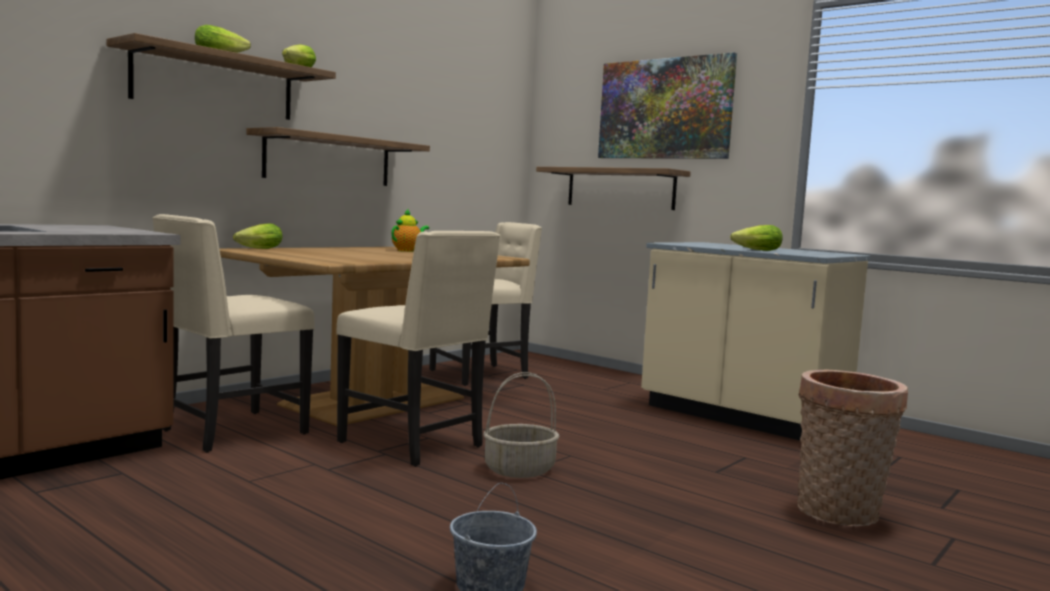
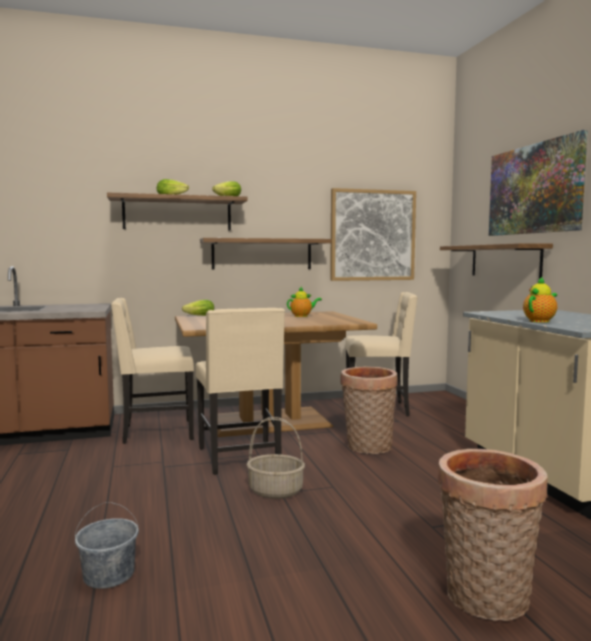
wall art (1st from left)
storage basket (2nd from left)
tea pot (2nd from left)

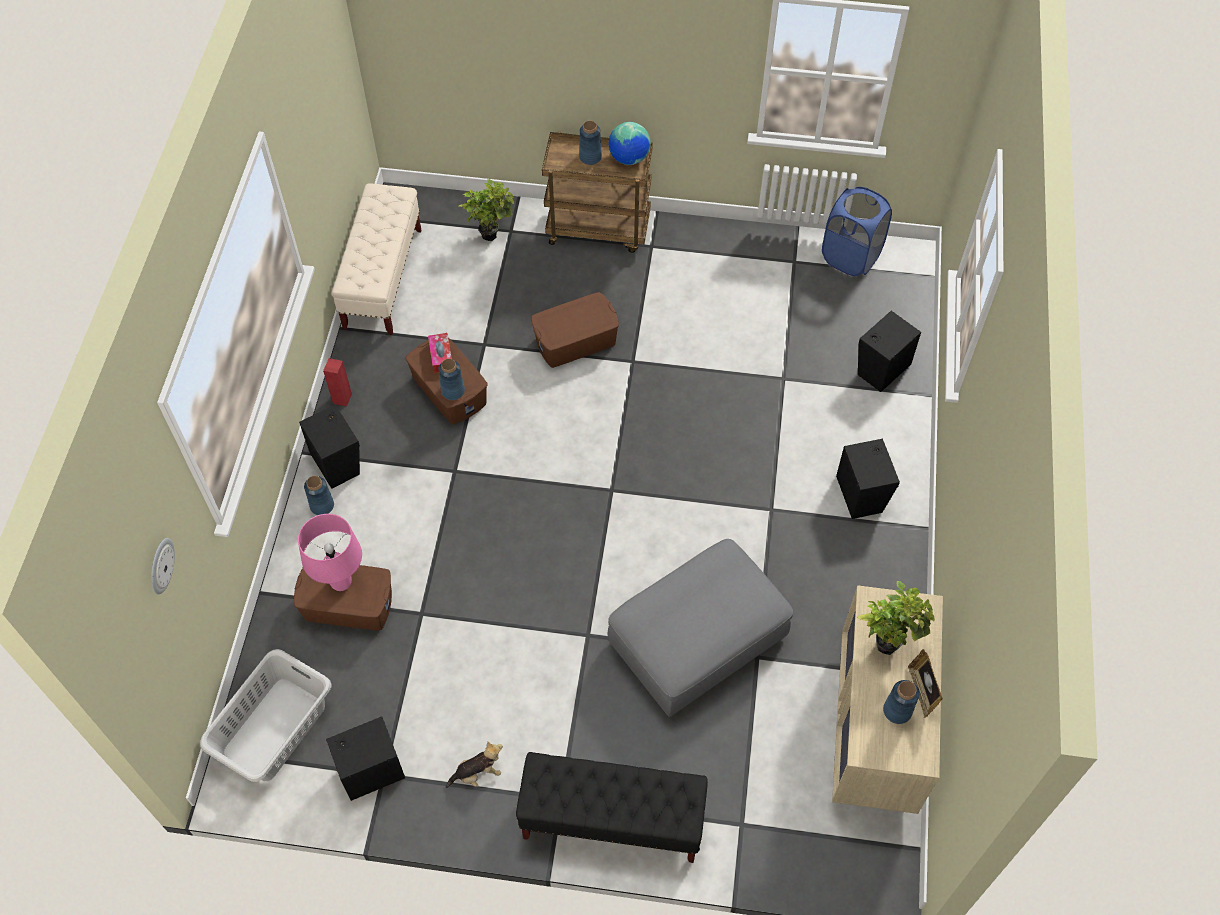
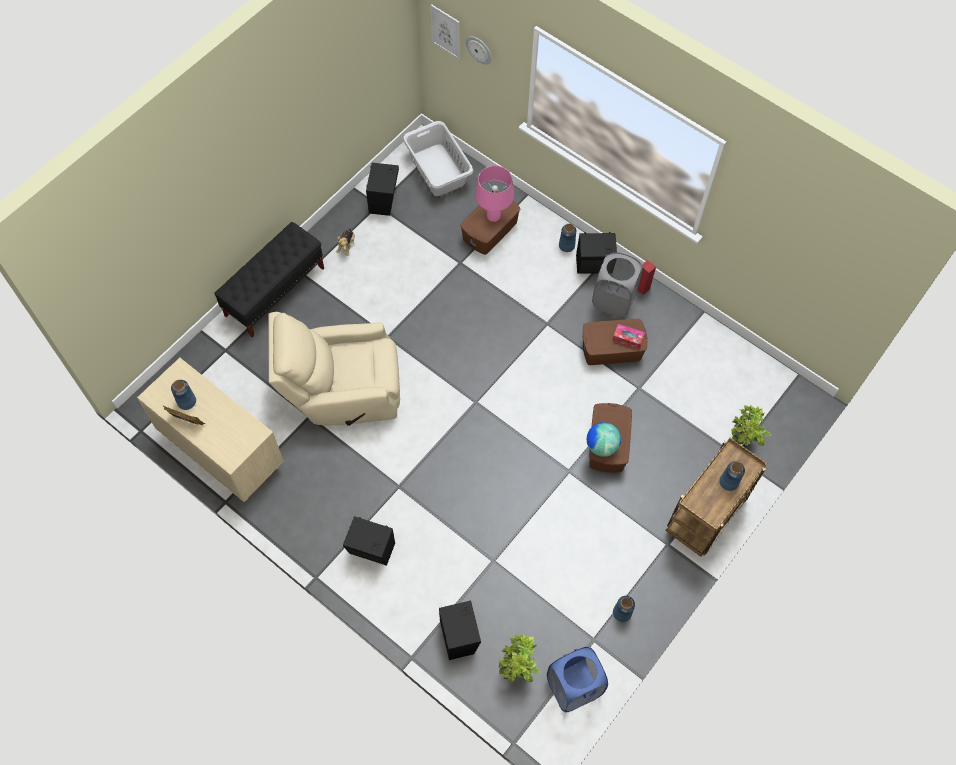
beige-coloured armchair
wall art
houseplant (1st from left)
desk globe
greyish washing basket (2nd from left)
bluish flower vase (3rd from left)
beige-coloured bench

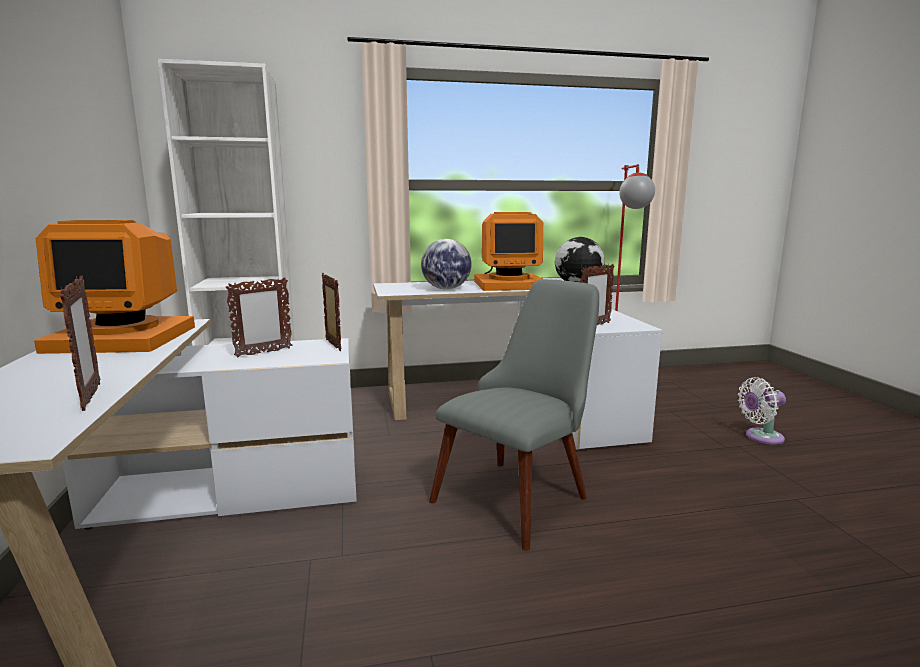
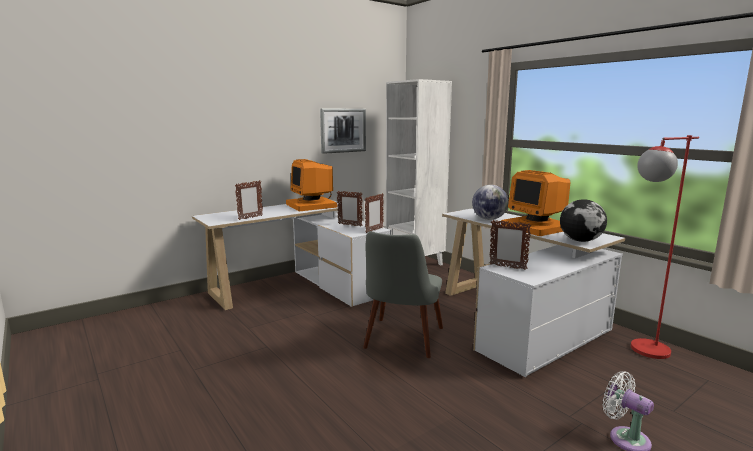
wall art
greyish chair

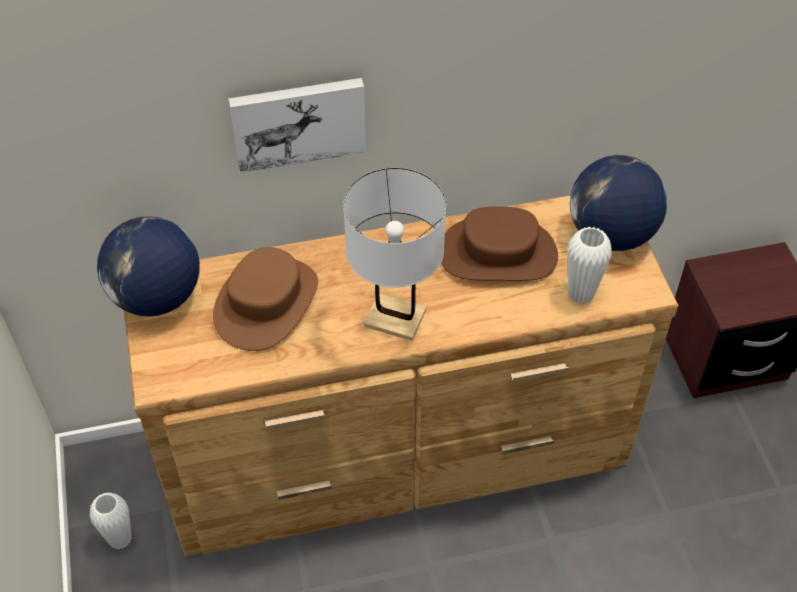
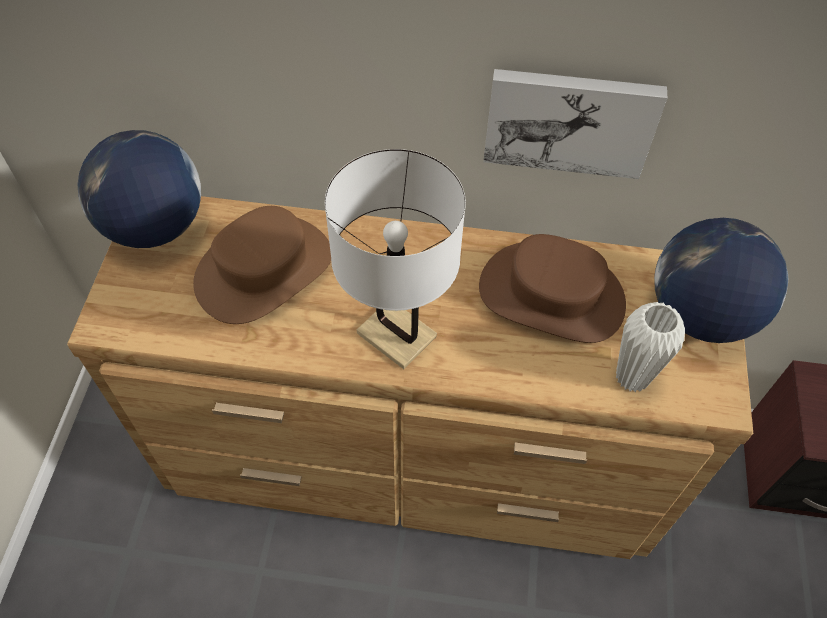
wall art
white-coloured flower vase (1st from left in the first image)

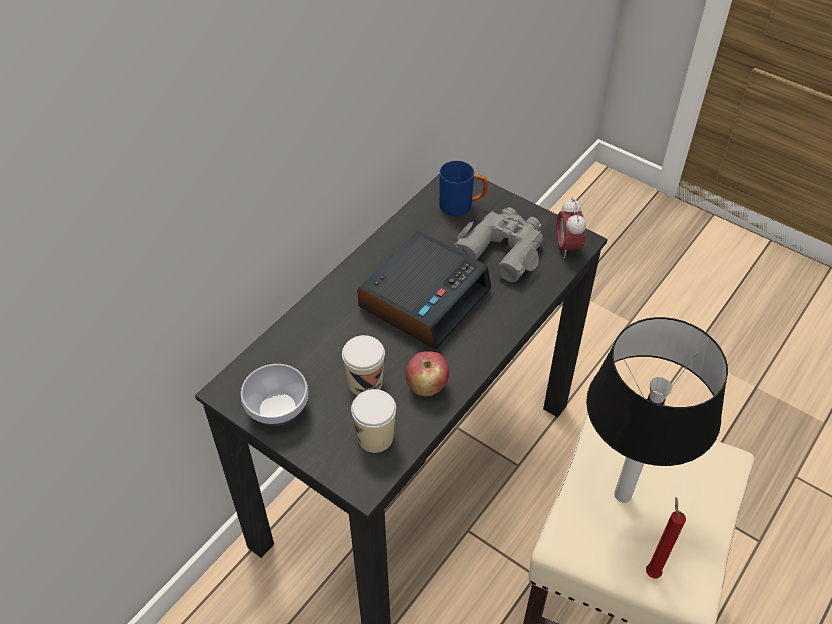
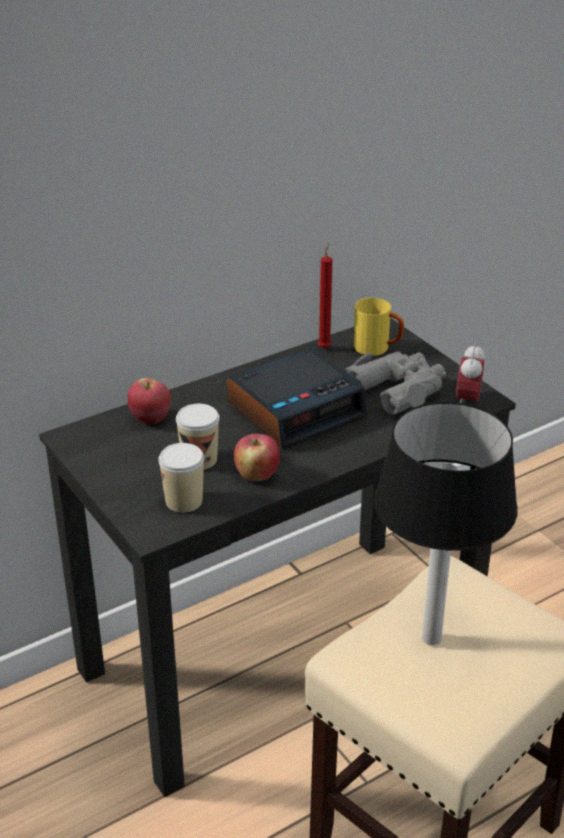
whole apple (1st from left)
red-coloured wax candle
yellow coffee mug
bowl

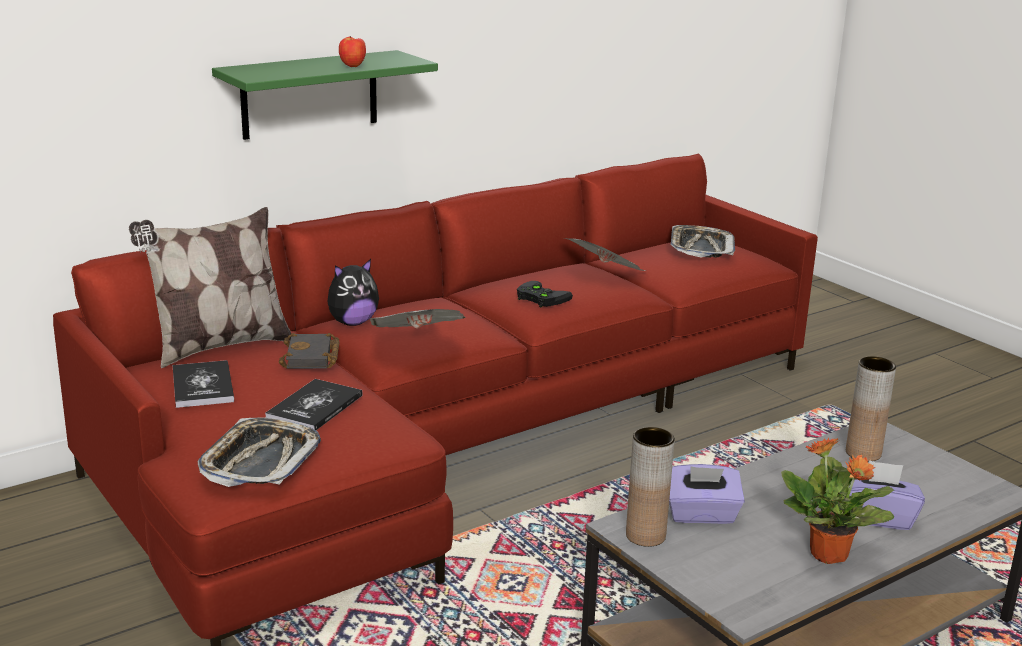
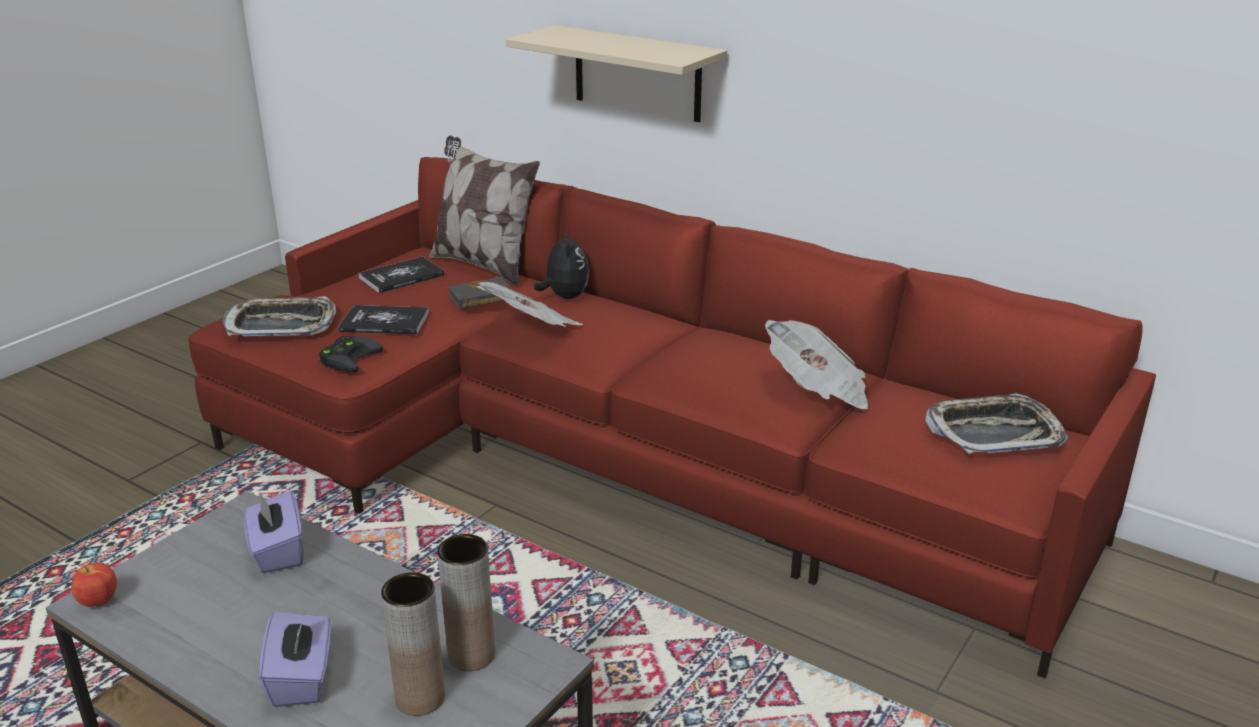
whole apple
blackish game controller
brown flower vase (1st from left)
beige-coloured bracket shelf
soft toy
houseplant

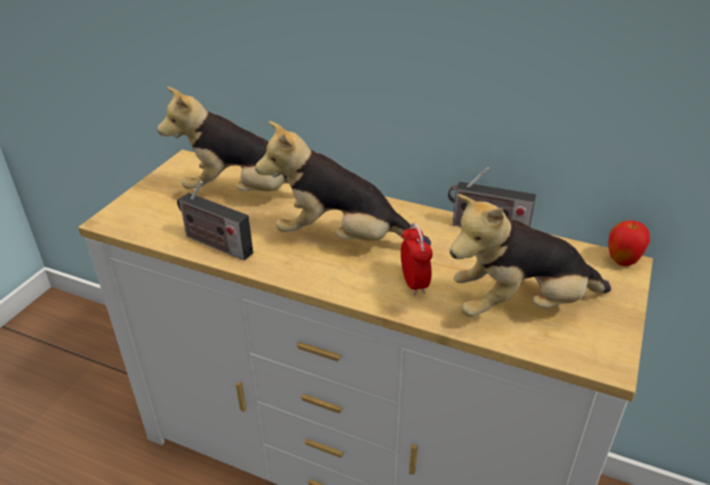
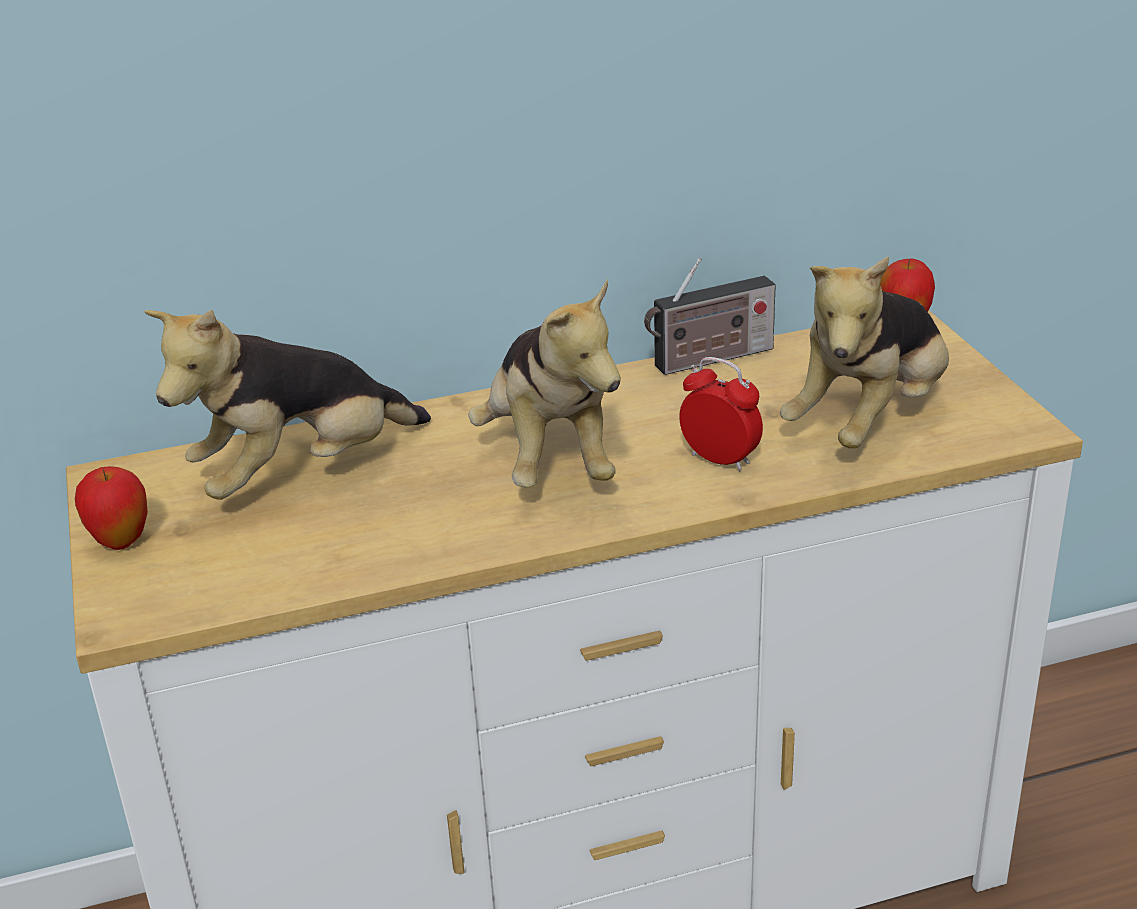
whole apple (1st from left)
soft toy (2nd from left)
radio set (1st from left in the first image)

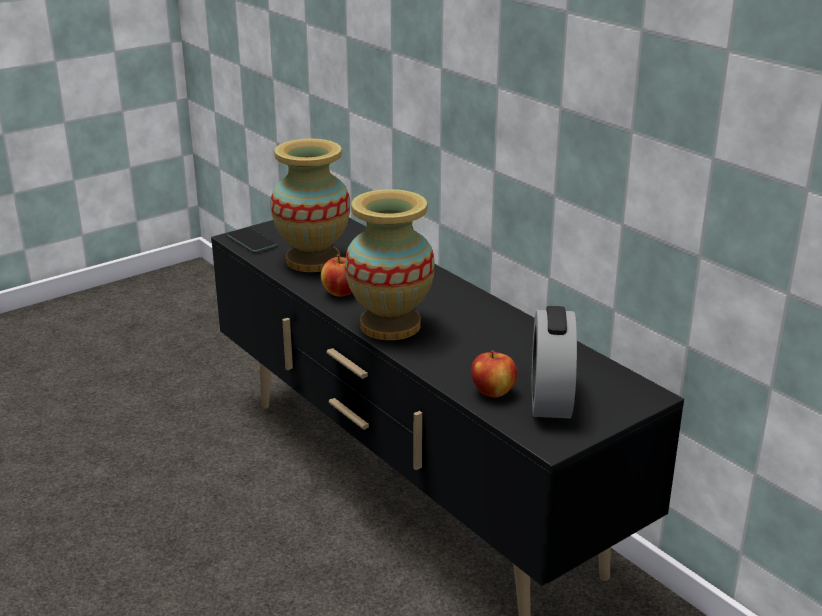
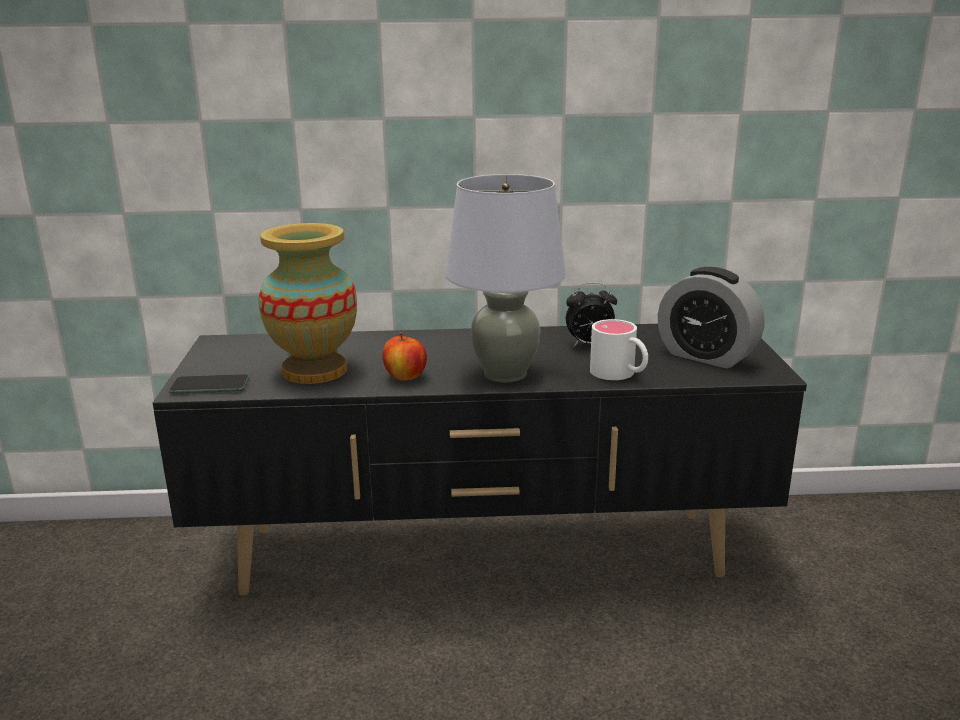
greyish tabletop lamp
table clock (1st from left)
white-coloured coffee mug
whole apple (2nd from left in the first image)

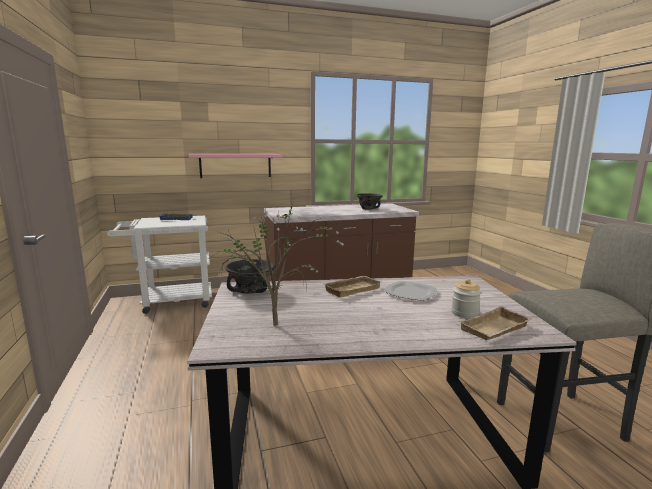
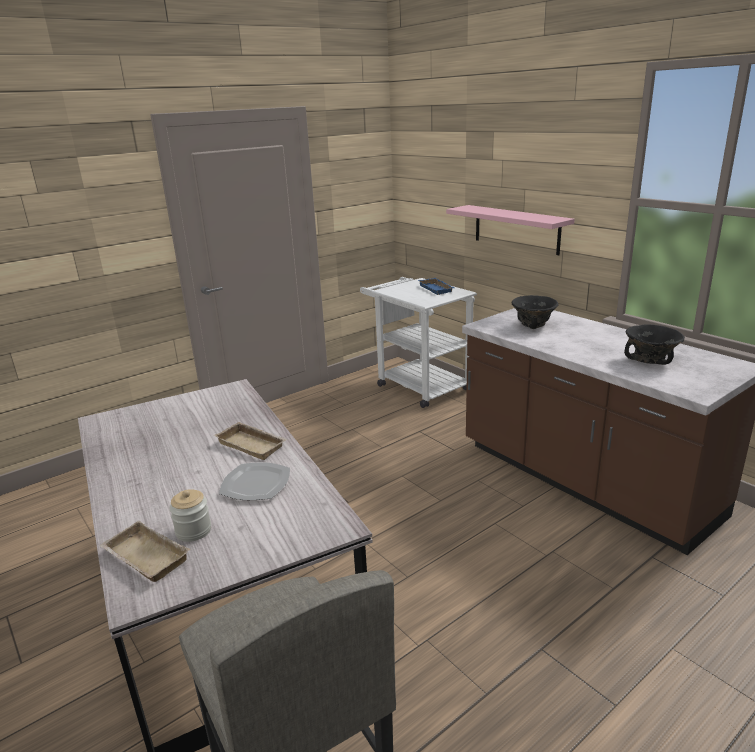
blackish bowl (1st from left)
houseplant

